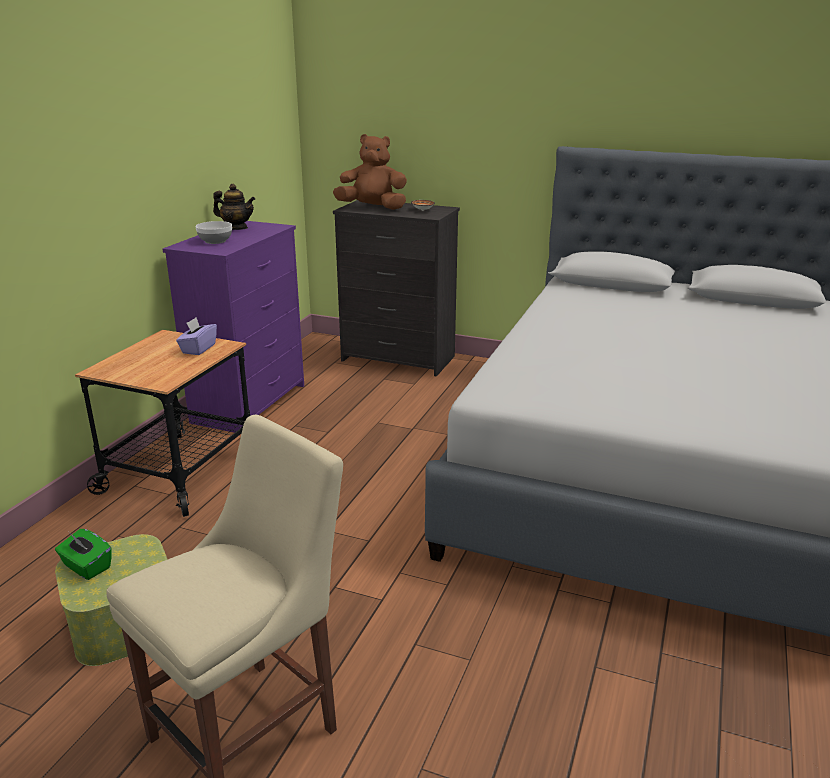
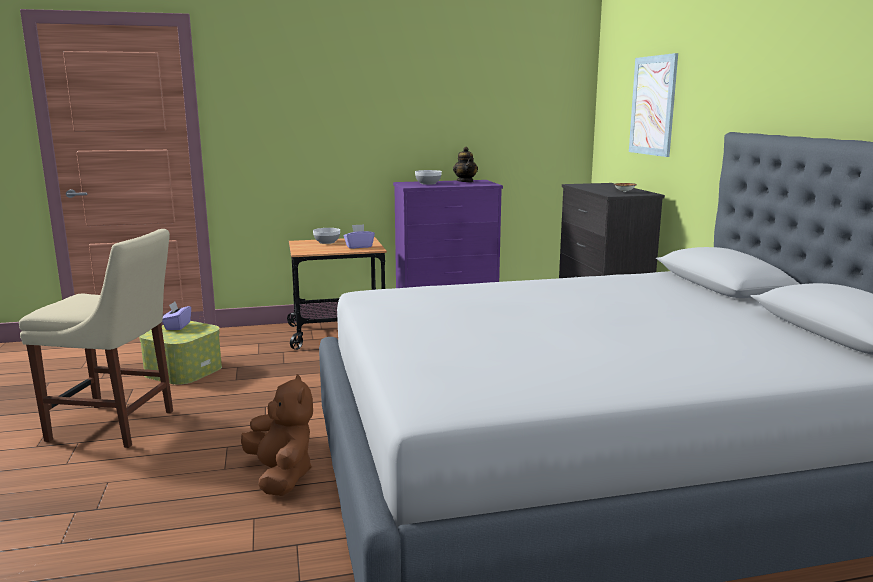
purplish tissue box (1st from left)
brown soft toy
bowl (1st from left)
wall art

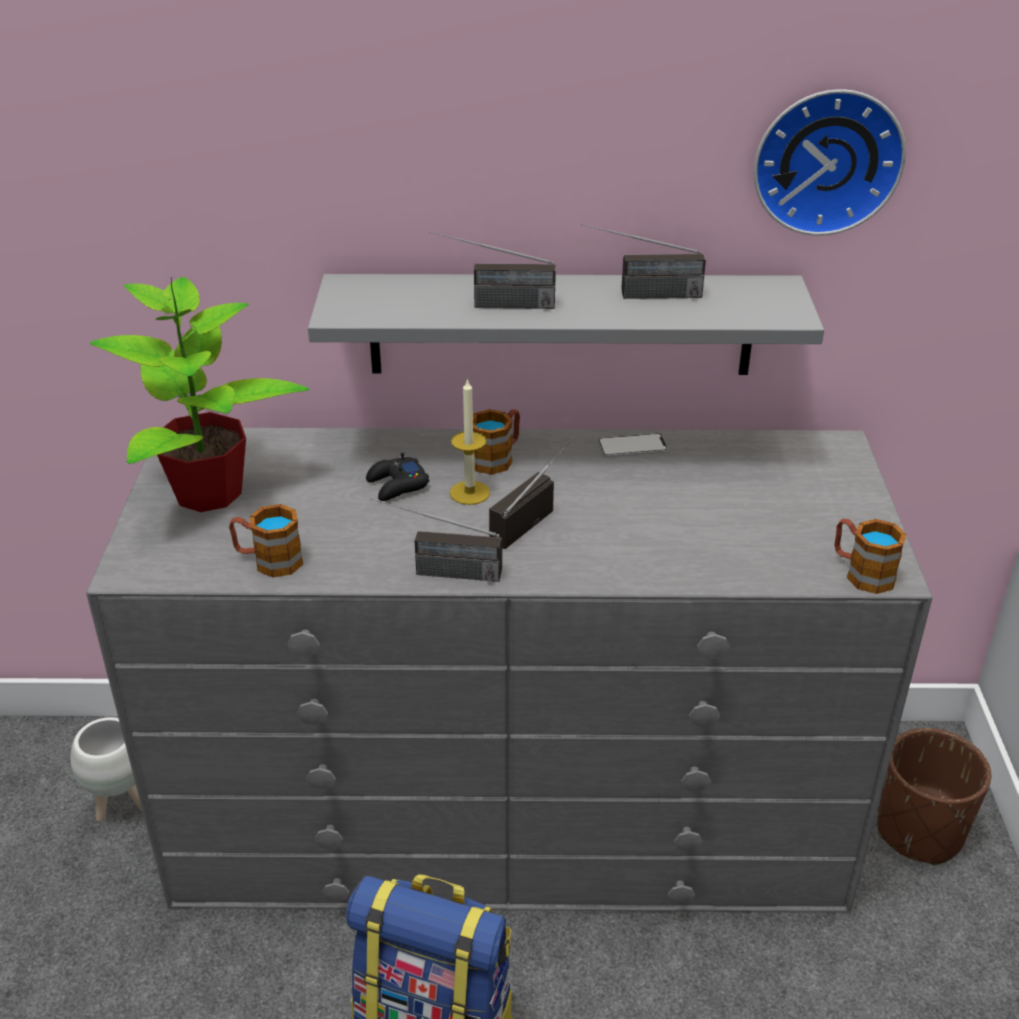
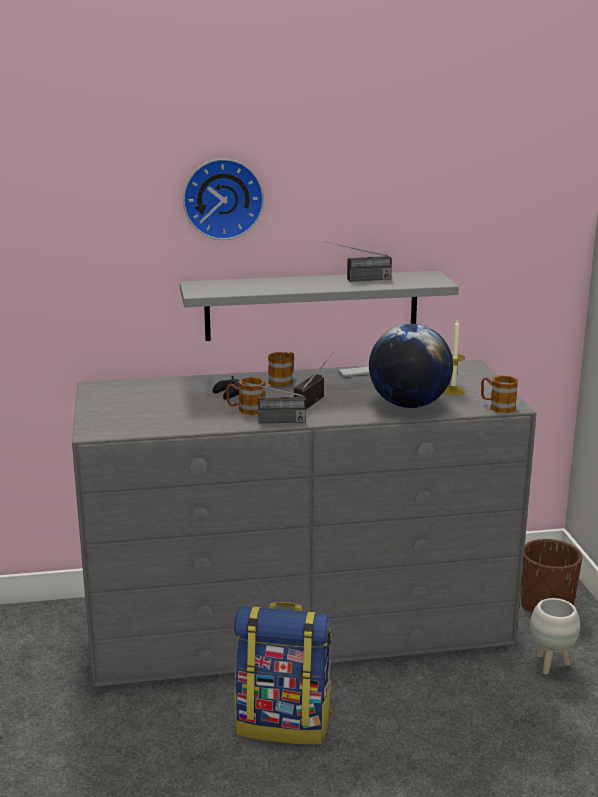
wall clock
coffee mug (1st from left)
desk globe
wax candle
white-coloured flower pot
houseplant
radio set (2nd from left in the first image)

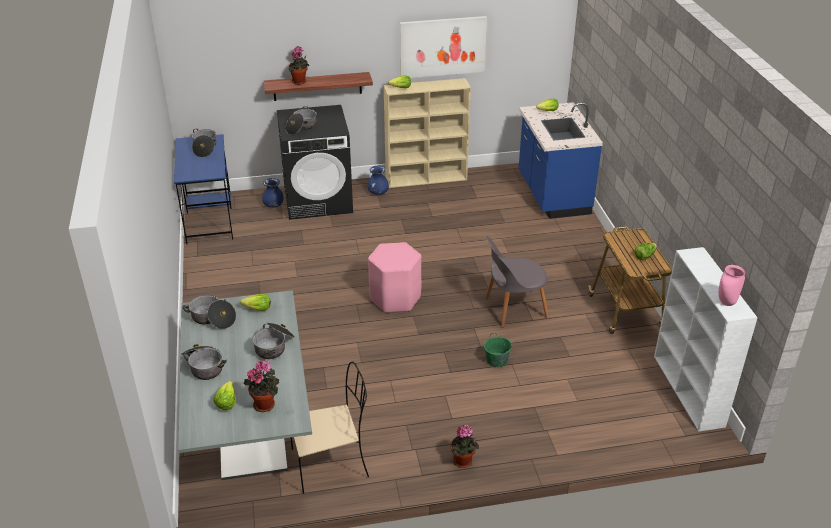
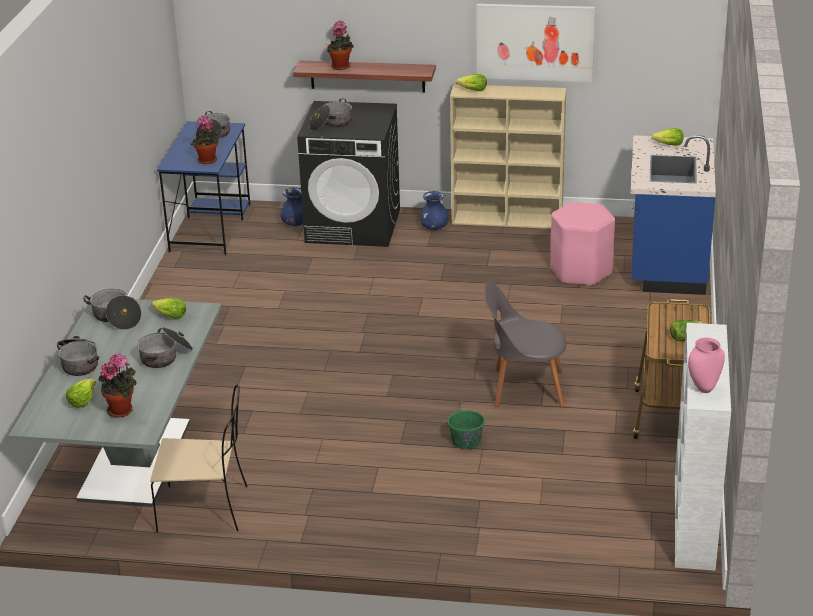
houseplant (2nd from left)
pink-coloured stool seat

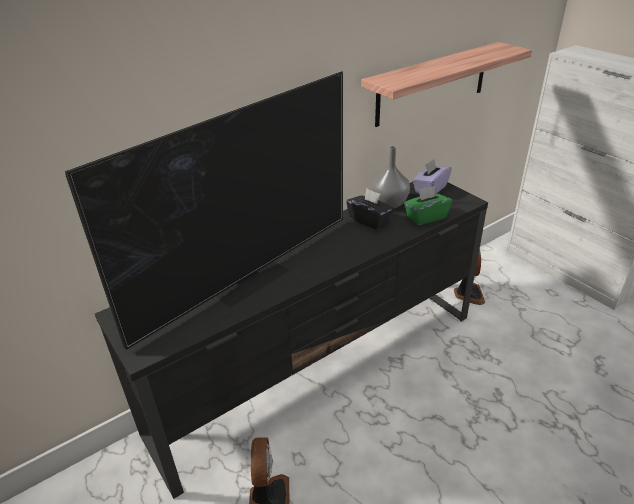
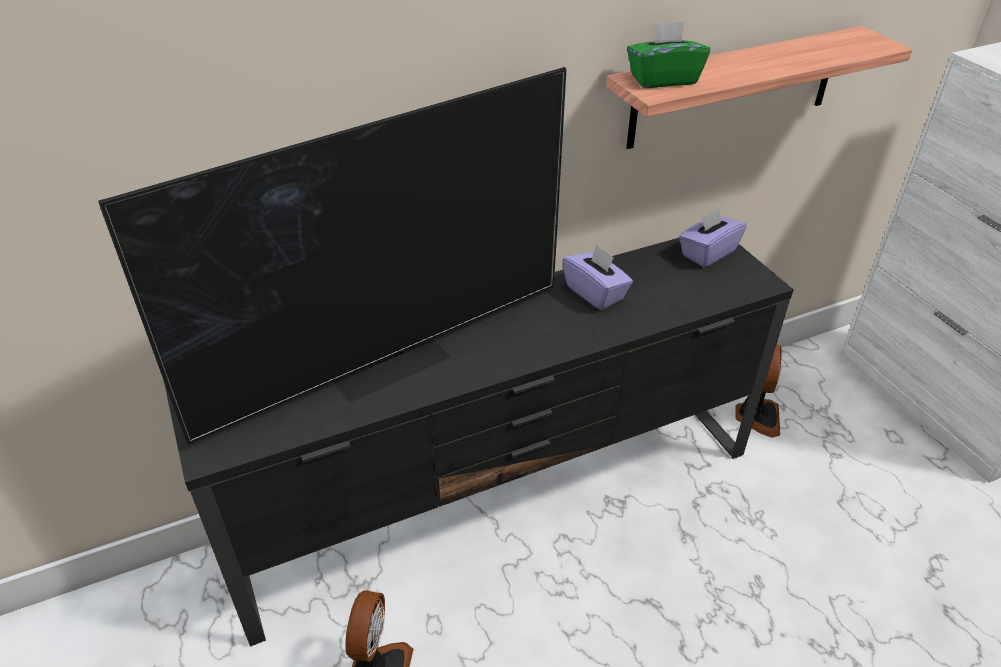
purplish tissue box (1st from left)
green-coloured tissue box
greyish flower vase

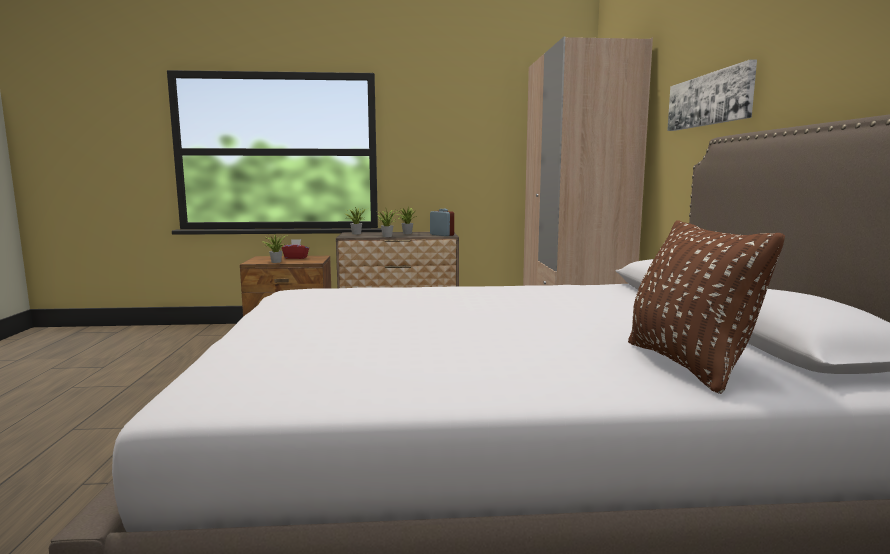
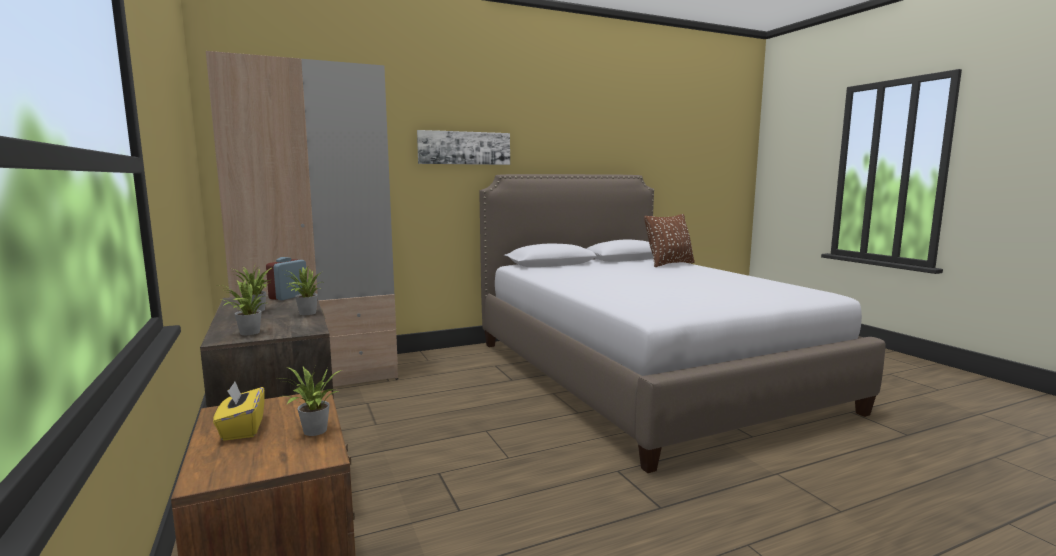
yellow tissue box

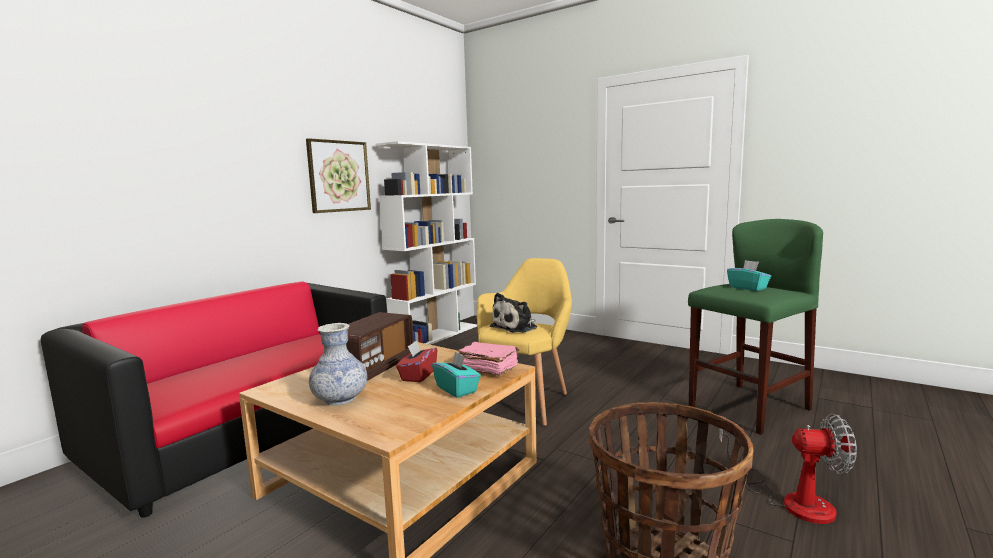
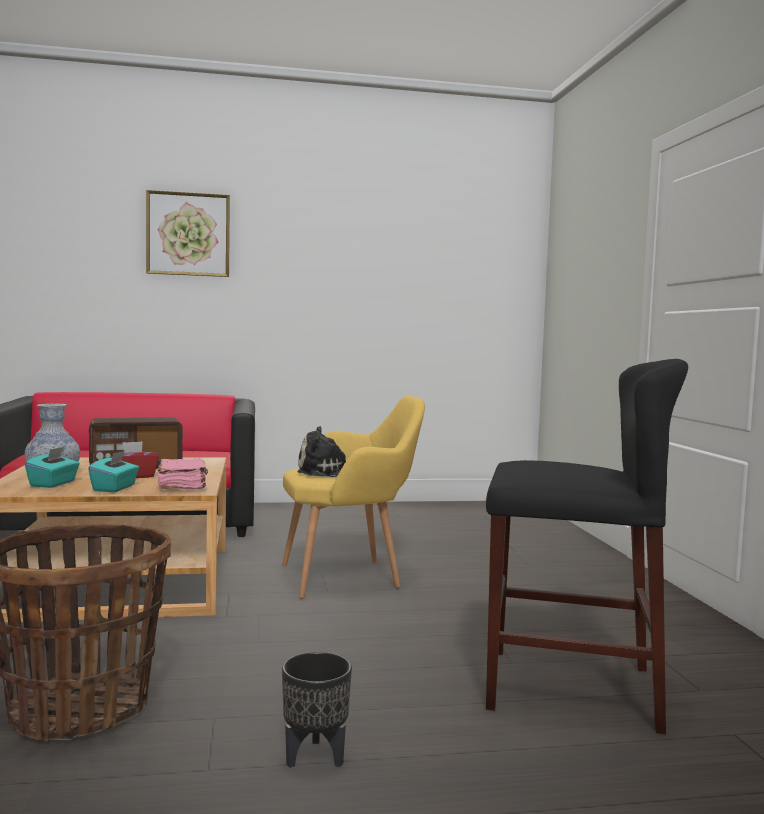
turquoise tissue box (1st from left)
wall art
blackish flower pot
blackish stool seat
white-coloured bookshelf

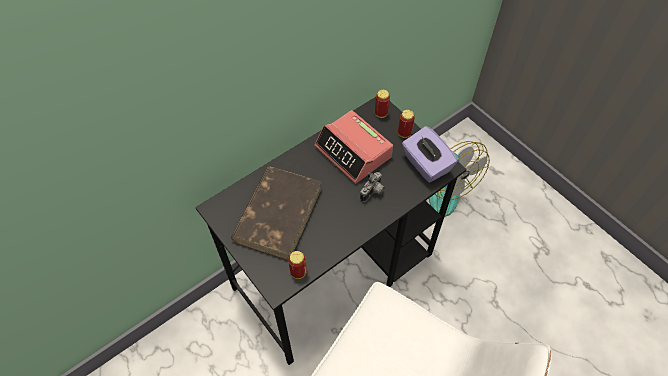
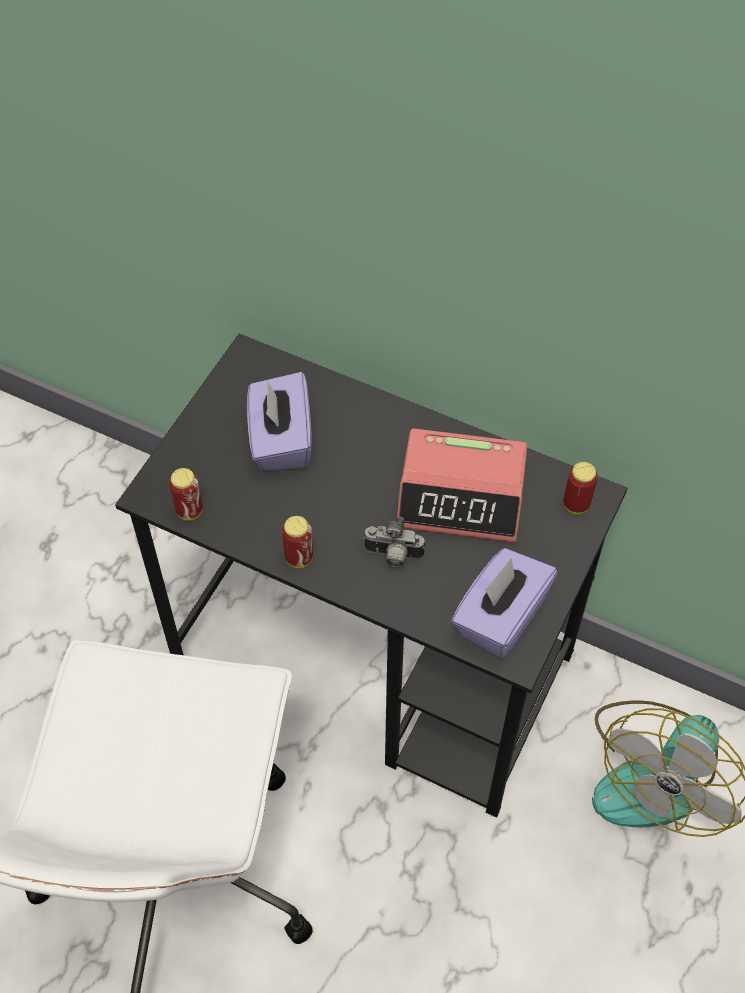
purplish tissue box (1st from left)
metal can (2nd from left)
table clock

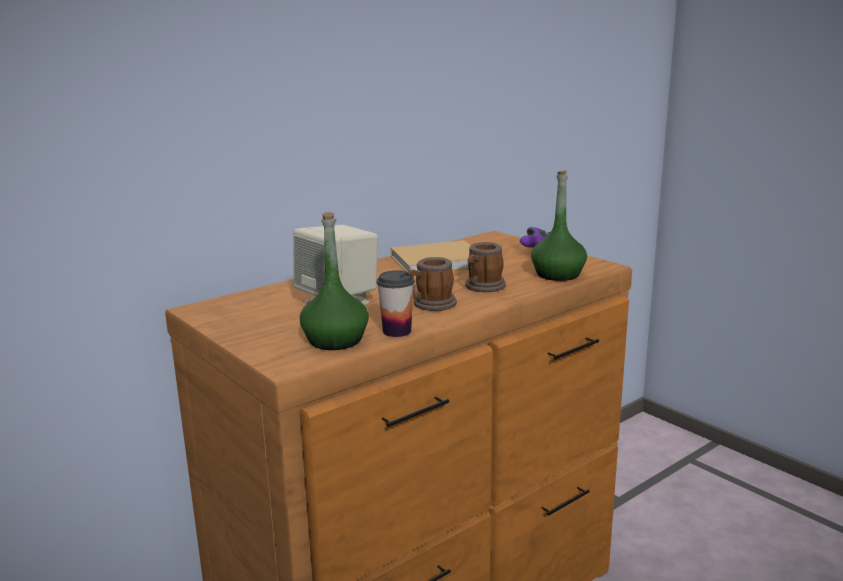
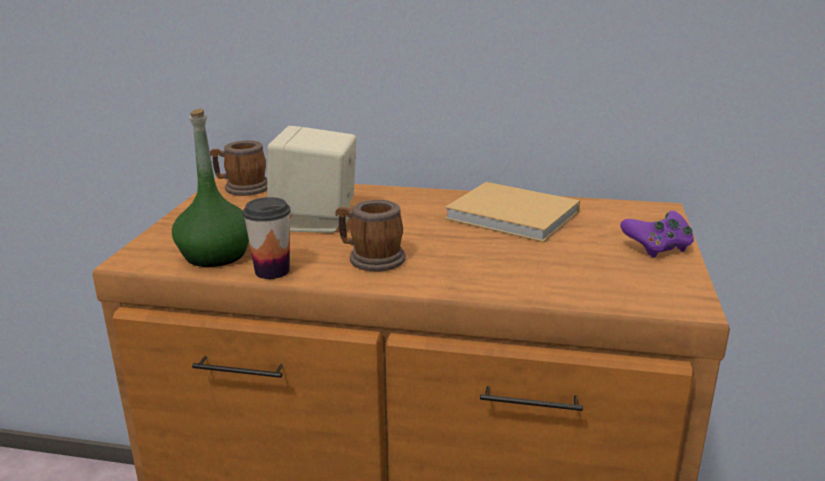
coffee mug (1st from left)
green-coloured drink bottle (2nd from left in the first image)

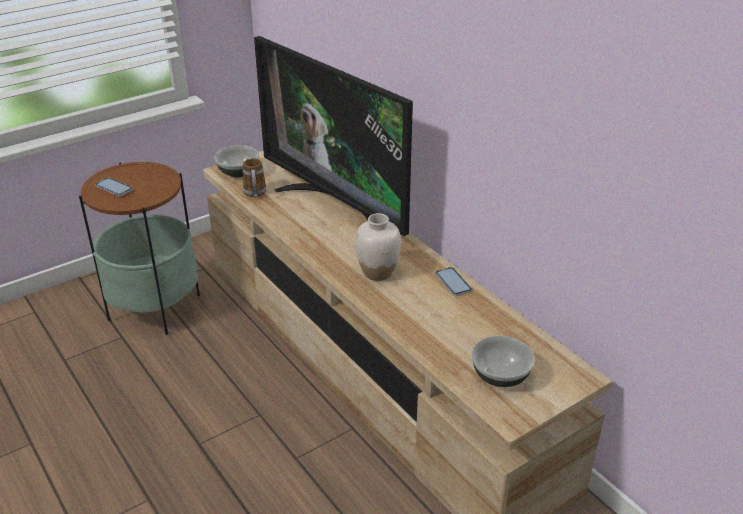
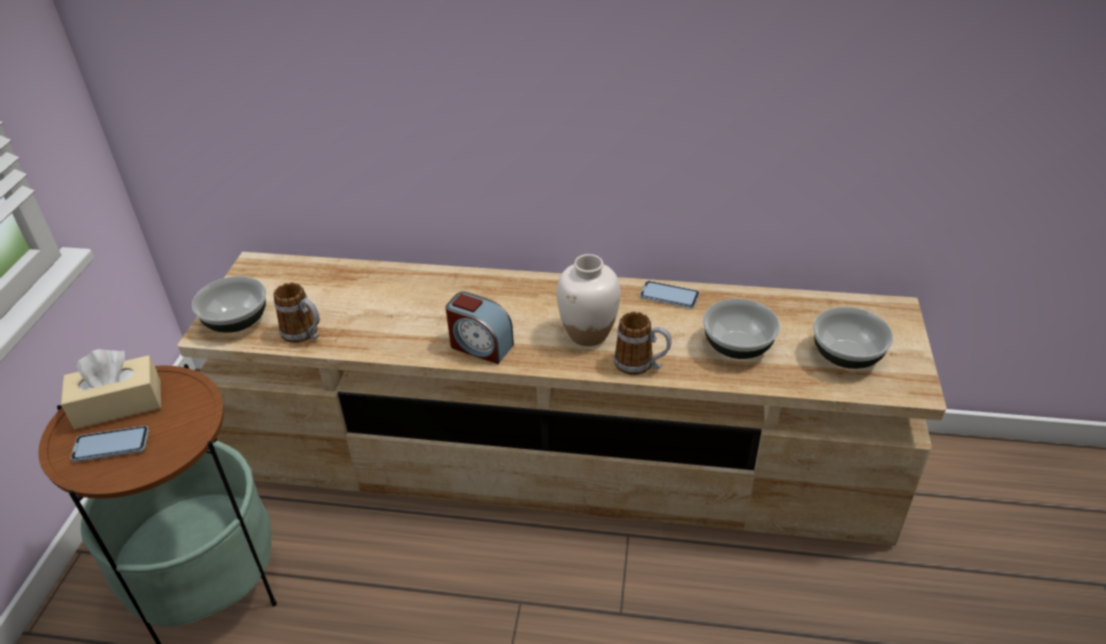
beige-coloured tissue box
table clock
coffee mug (2nd from left)
bowl (2nd from left)
TV

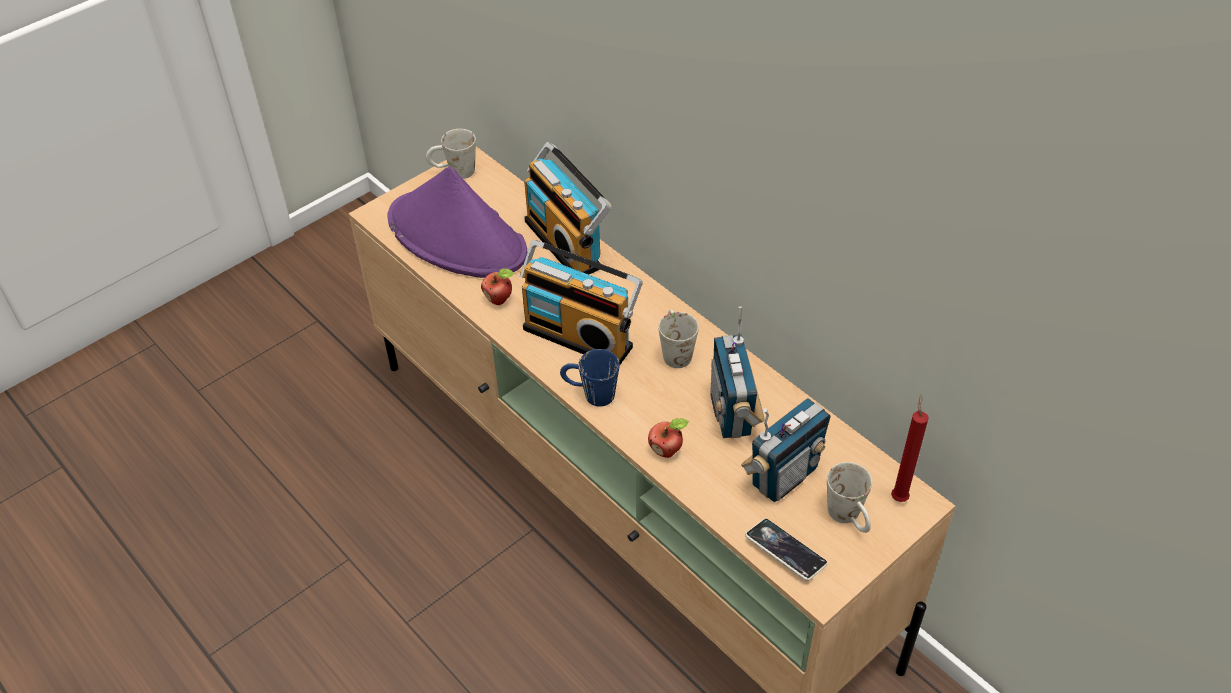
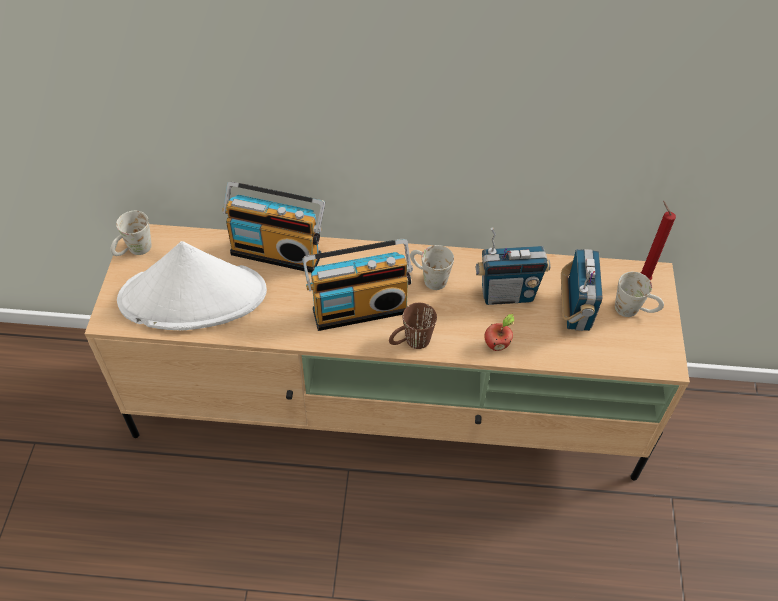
white-coloured clothing hat
brown coffee mug
radio set (3rd from left)
whole apple (1st from left in the first image)
phone

